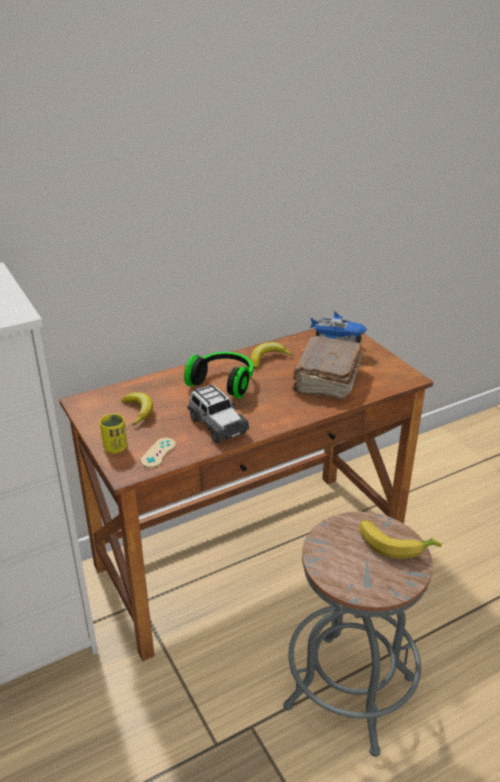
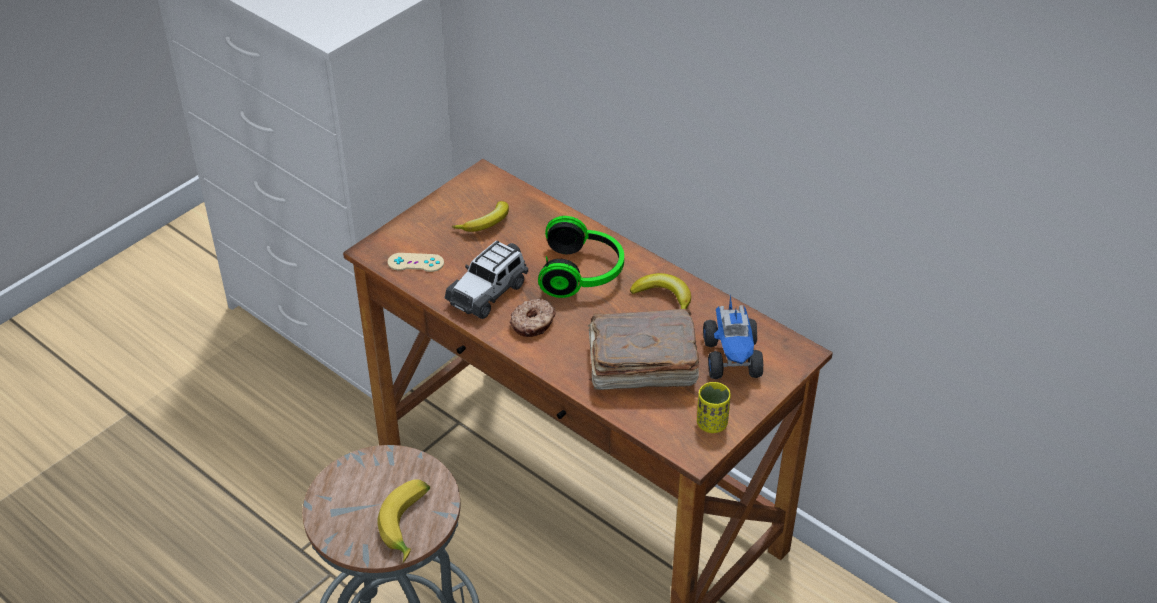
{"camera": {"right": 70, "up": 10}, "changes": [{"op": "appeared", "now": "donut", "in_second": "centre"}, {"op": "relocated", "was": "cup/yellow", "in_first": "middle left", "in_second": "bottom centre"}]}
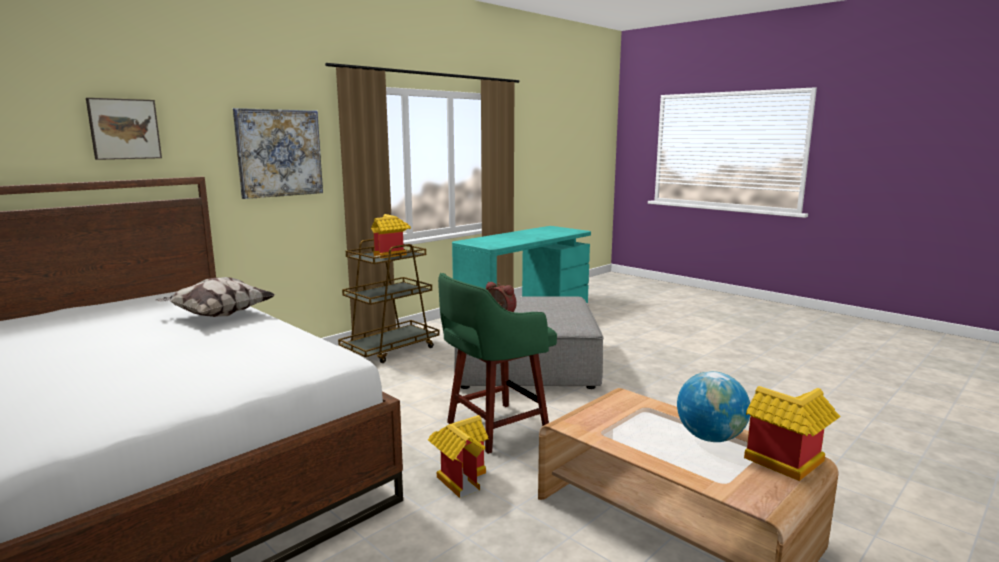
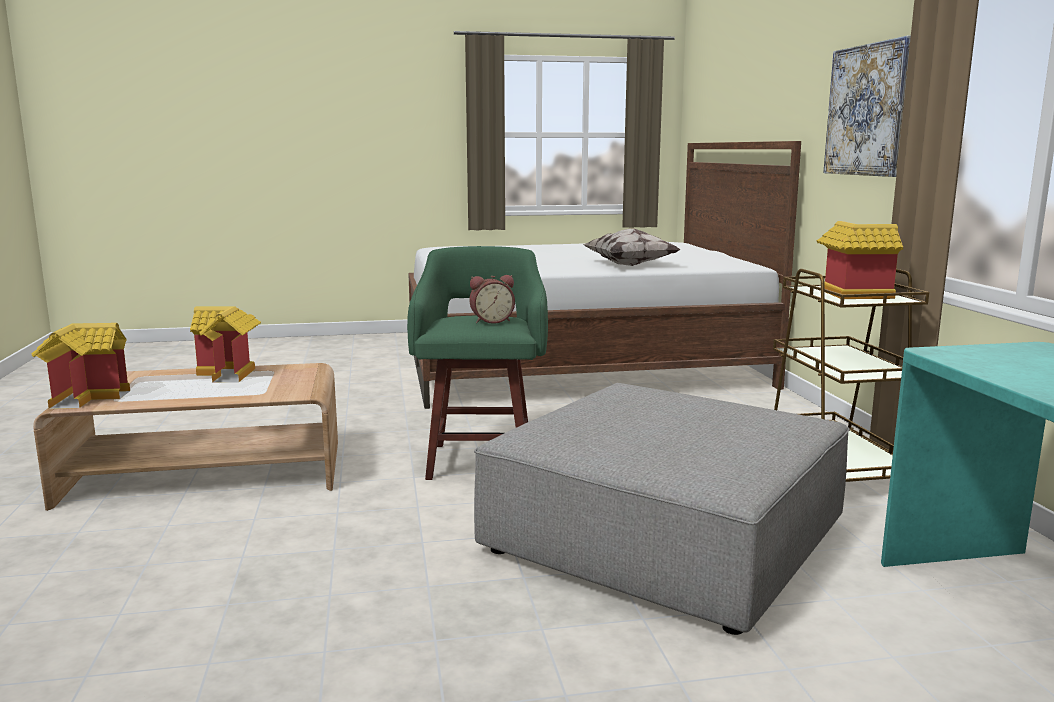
{"camera": {"right": 125, "up": 0}, "changes": [{"op": "missing", "was": "picture (no. 1 from left)", "in_first": "top left"}, {"op": "missing", "was": "globe", "in_first": "bottom right"}, {"op": "relocated", "was": "toy house (no. 2 from left)", "in_first": "bottom centre", "in_second": "middle left"}]}
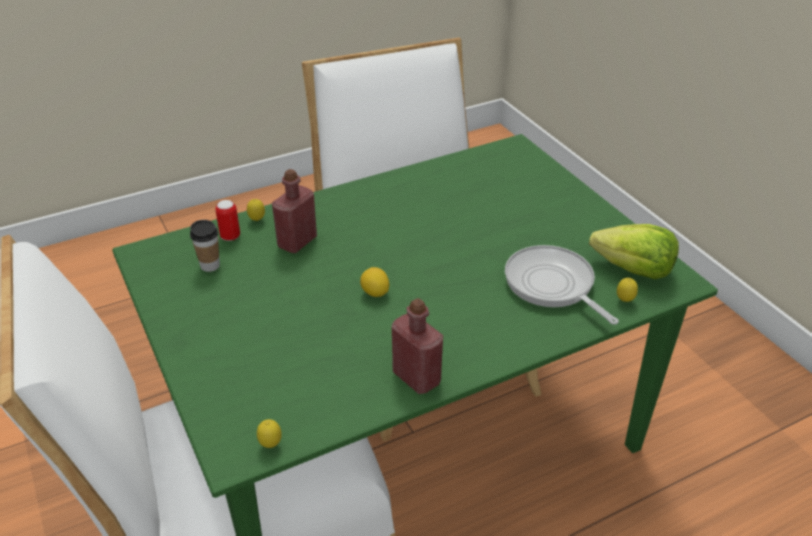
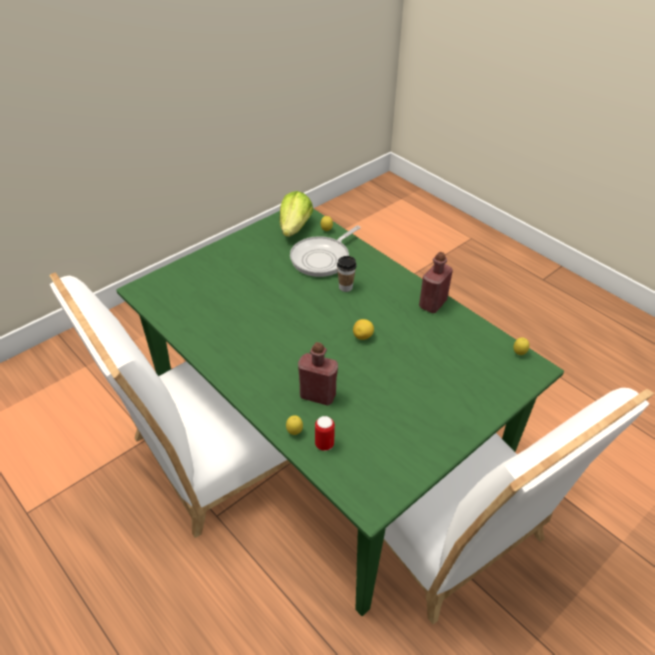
{"camera": {"right": -105, "up": 5}, "changes": [{"op": "relocated", "was": "cup", "in_first": "middle left", "in_second": "centre"}]}
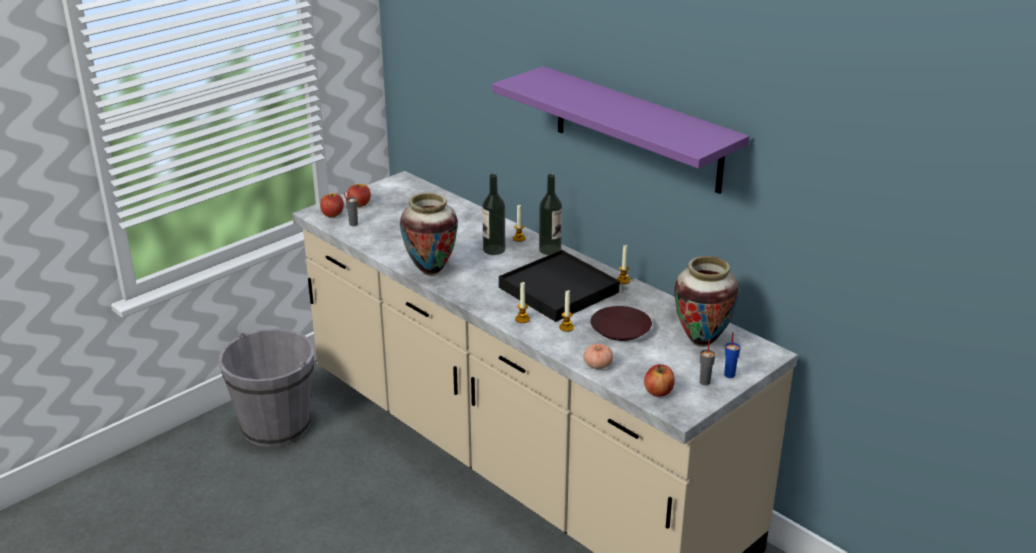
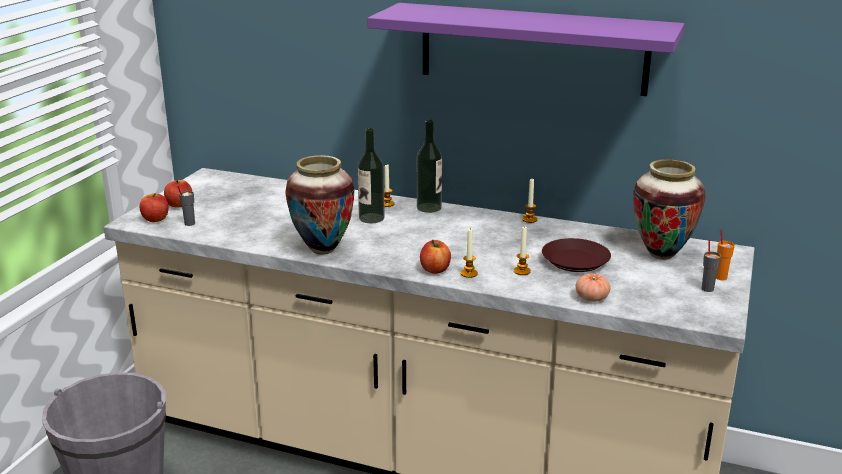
{"camera": {"right": -25, "up": -5}, "changes": [{"op": "missing", "was": "tray/black", "in_first": "centre"}, {"op": "relocated", "was": "apple (no. 3 from left)", "in_first": "bottom centre", "in_second": "centre"}, {"op": "colour", "was": "cup/blue", "now": "cup/orange", "in_first": "middle right", "in_second": "middle right"}]}
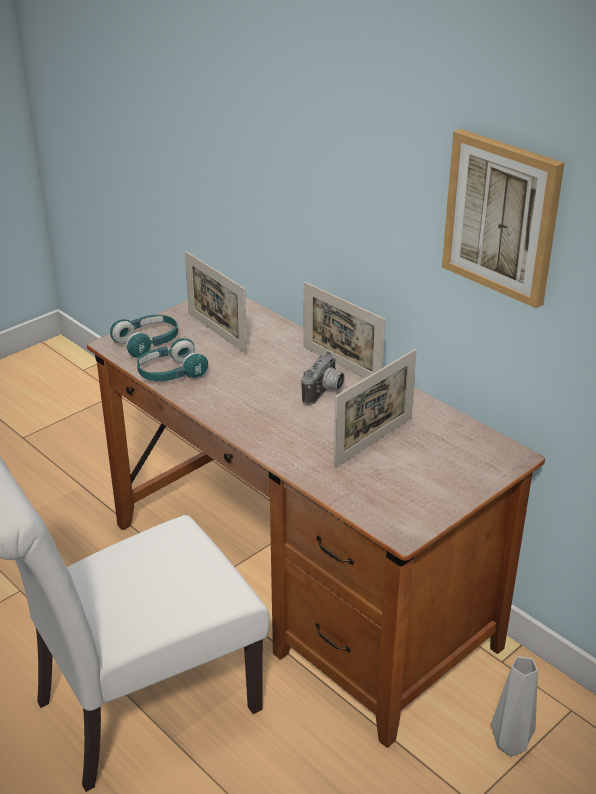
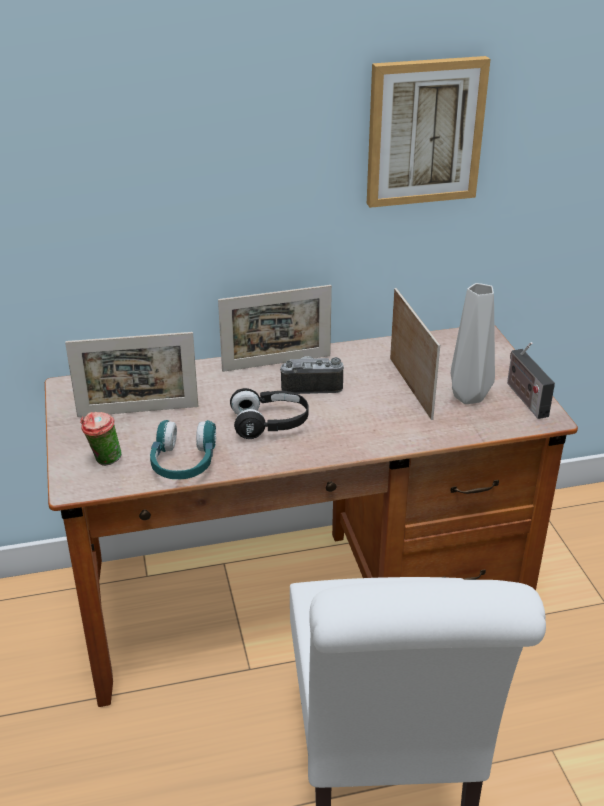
{"camera": {"right": -60, "up": 0}, "changes": [{"op": "appeared", "now": "headphones/black", "in_second": "centre"}, {"op": "appeared", "now": "radio", "in_second": "middle right"}, {"op": "relocated", "was": "vase/grey", "in_first": "bottom right", "in_second": "middle right"}, {"op": "exchanged", "was": "headphones/turquoise (no. 1 from left)", "now": "cup", "in_first": "middle left", "in_second": "middle left"}, {"op": "spun", "was": "photo camera", "in_first": "centre", "in_second": "centre", "clockwise": -60}]}
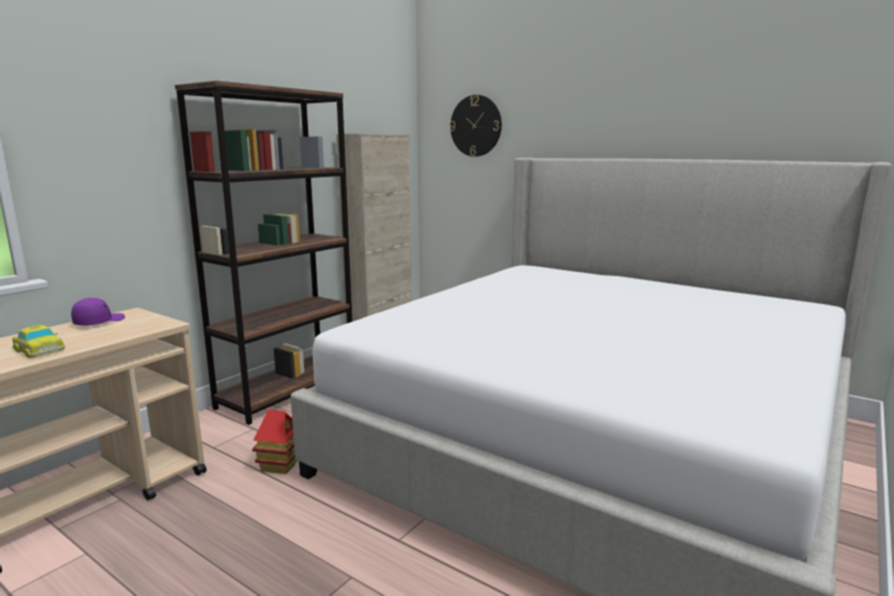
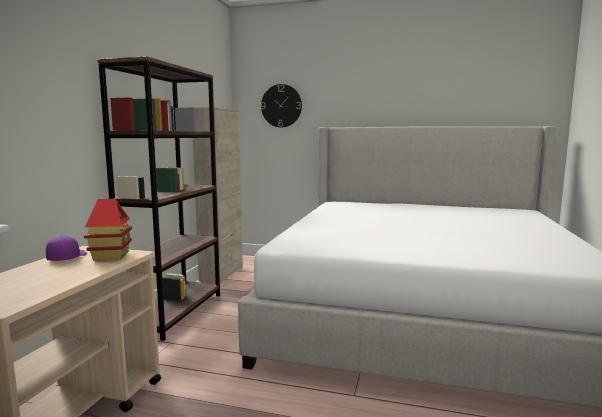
{"camera": {"right": -20, "up": -5}, "changes": [{"op": "missing", "was": "toy car", "in_first": "middle left"}, {"op": "relocated", "was": "toy house", "in_first": "bottom left", "in_second": "middle left"}]}
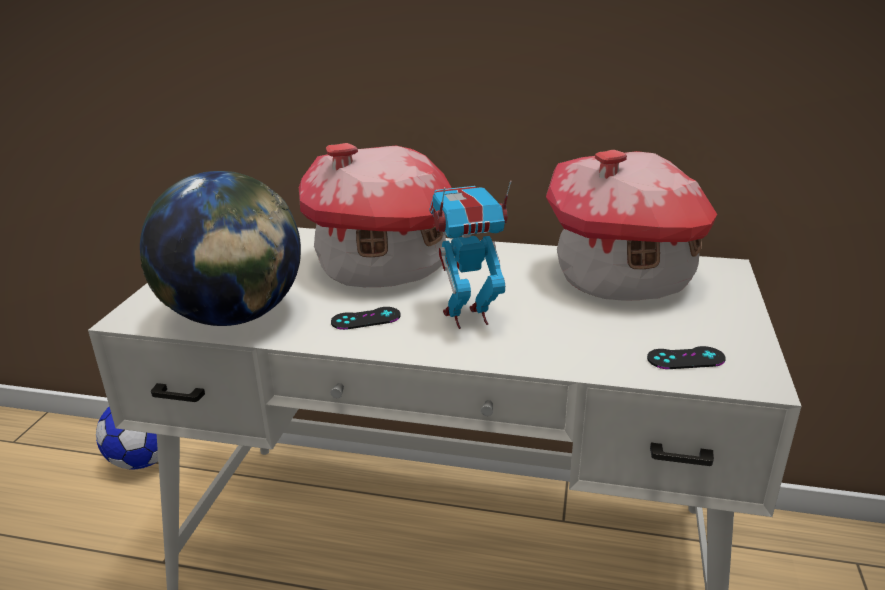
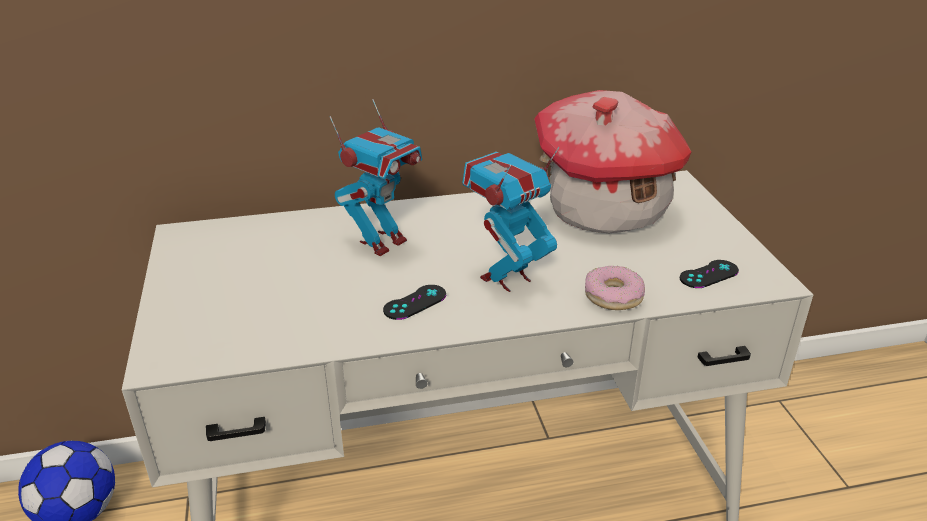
{"camera": {"right": -25, "up": 5}, "changes": [{"op": "missing", "was": "globe", "in_first": "middle left"}, {"op": "appeared", "now": "donut", "in_second": "centre"}, {"op": "exchanged", "was": "toy house (no. 1 from left)", "now": "toy robot (no. 1 from left)", "in_first": "centre", "in_second": "centre"}]}
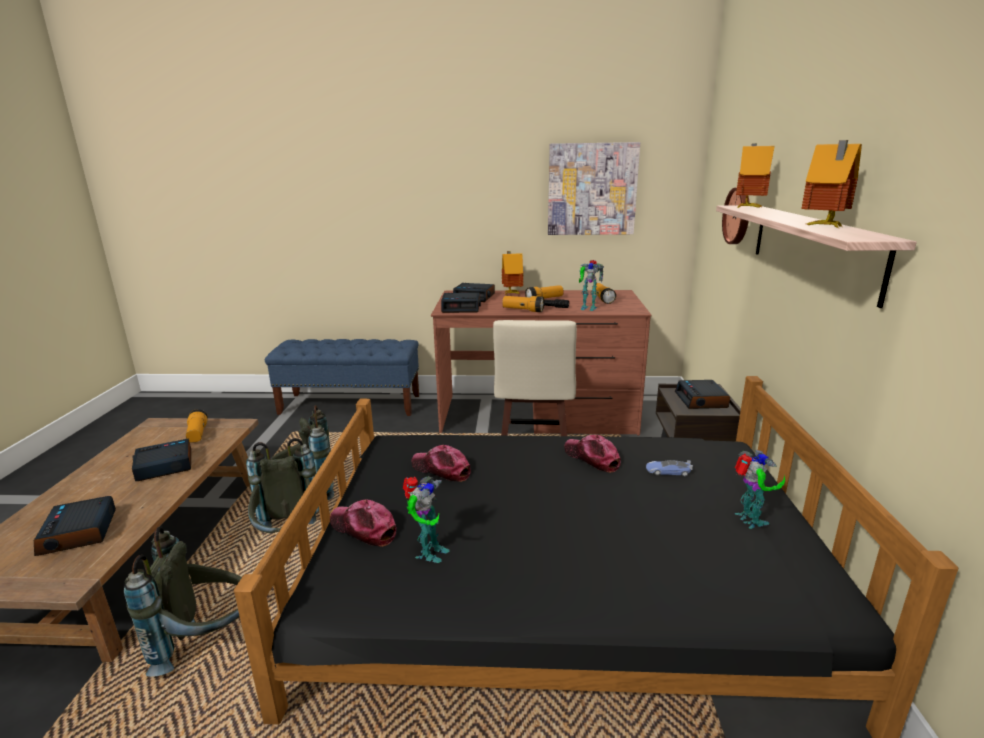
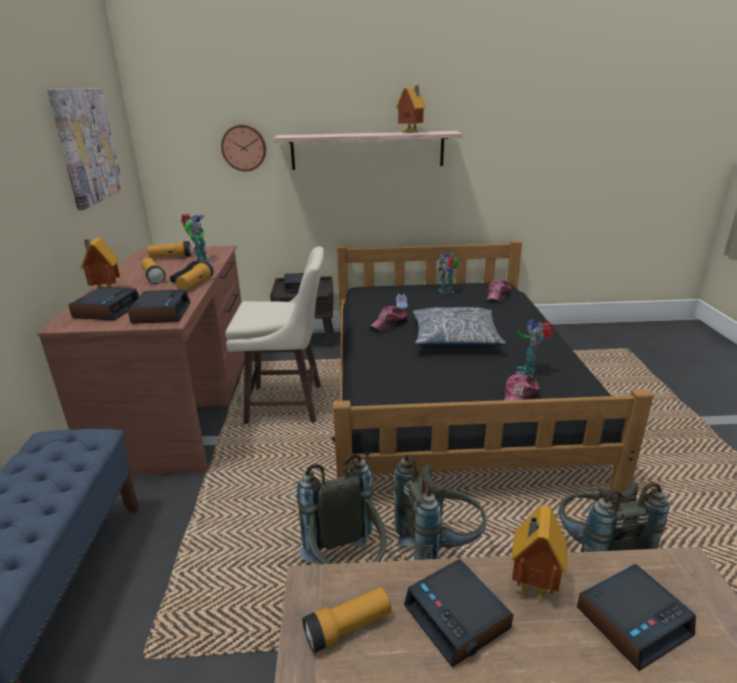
{"camera": {"right": -95, "up": 5}, "changes": [{"op": "appeared", "now": "pillow", "in_second": "centre"}, {"op": "relocated", "was": "cap (no. 2 from left)", "in_first": "centre", "in_second": "middle right"}, {"op": "relocated", "was": "toy house (no. 2 from left in the first image)", "now": "toy house (no. 3 from left)", "in_first": "top right", "in_second": "bottom right"}, {"op": "spun", "was": "toy robot (no. 1 from left in the first image)", "in_first": "bottom centre", "in_second": "middle right", "clockwise": -90}]}
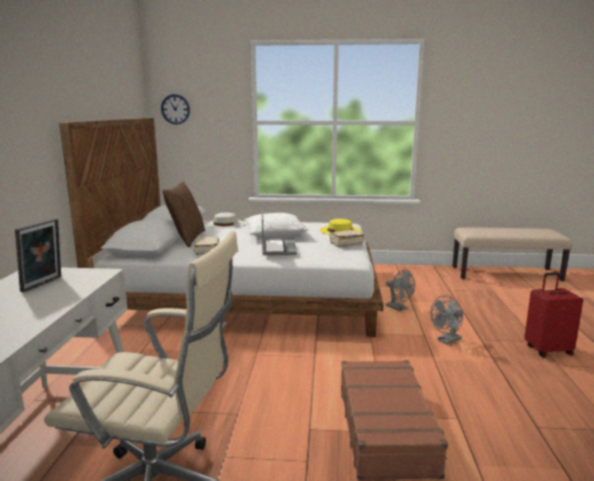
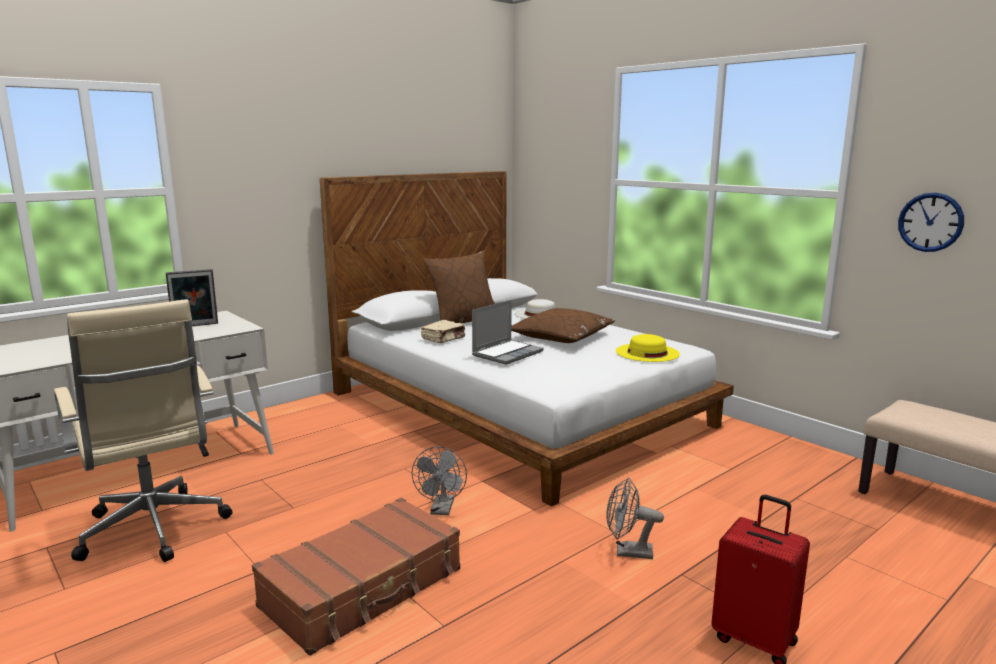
{"camera": {"right": 45, "up": 0}, "changes": [{"op": "missing", "was": "book/beige (no. 2 from left)", "in_first": "centre"}, {"op": "relocated", "was": "wall clock", "in_first": "top left", "in_second": "middle right"}, {"op": "relocated", "was": "fan/grey (no. 1 from left)", "in_first": "middle right", "in_second": "bottom centre"}, {"op": "colour", "was": "pillow/white", "now": "pillow/brown (no. 2 from left)", "in_first": "centre", "in_second": "centre"}]}
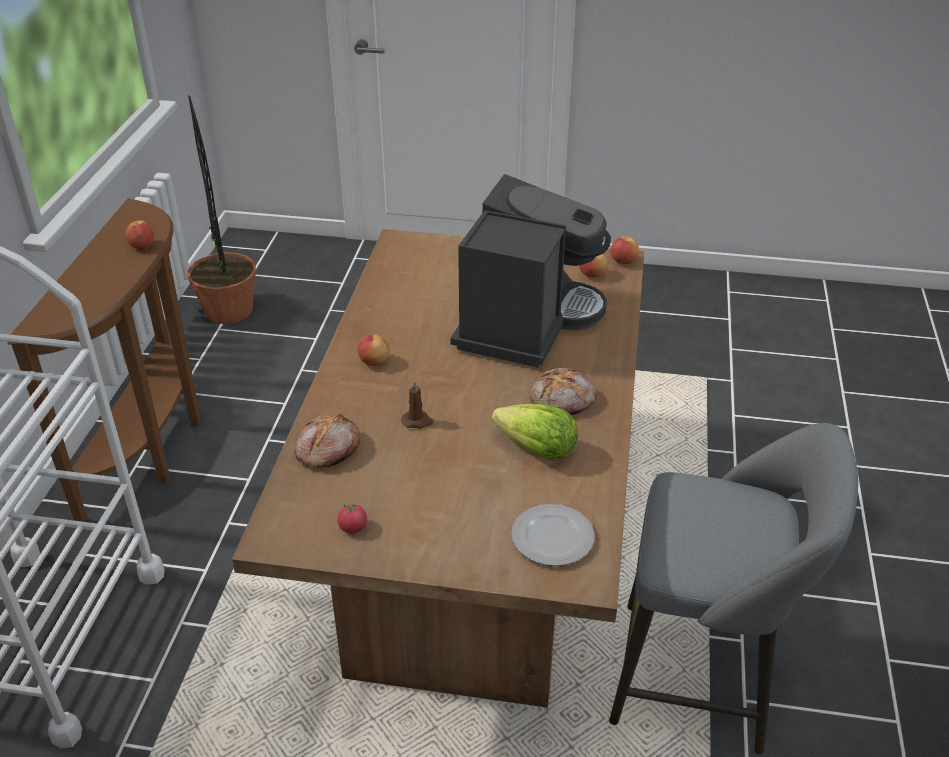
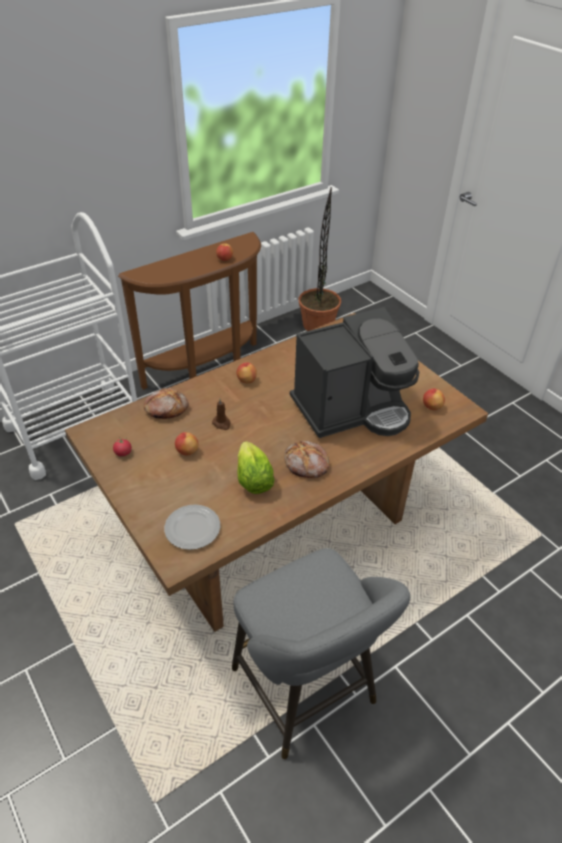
{"camera": {"right": 45, "up": 5}, "changes": [{"op": "relocated", "was": "apple (no. 4 from left in the first image)", "now": "apple (no. 1 from left)", "in_first": "top centre", "in_second": "middle left"}]}
